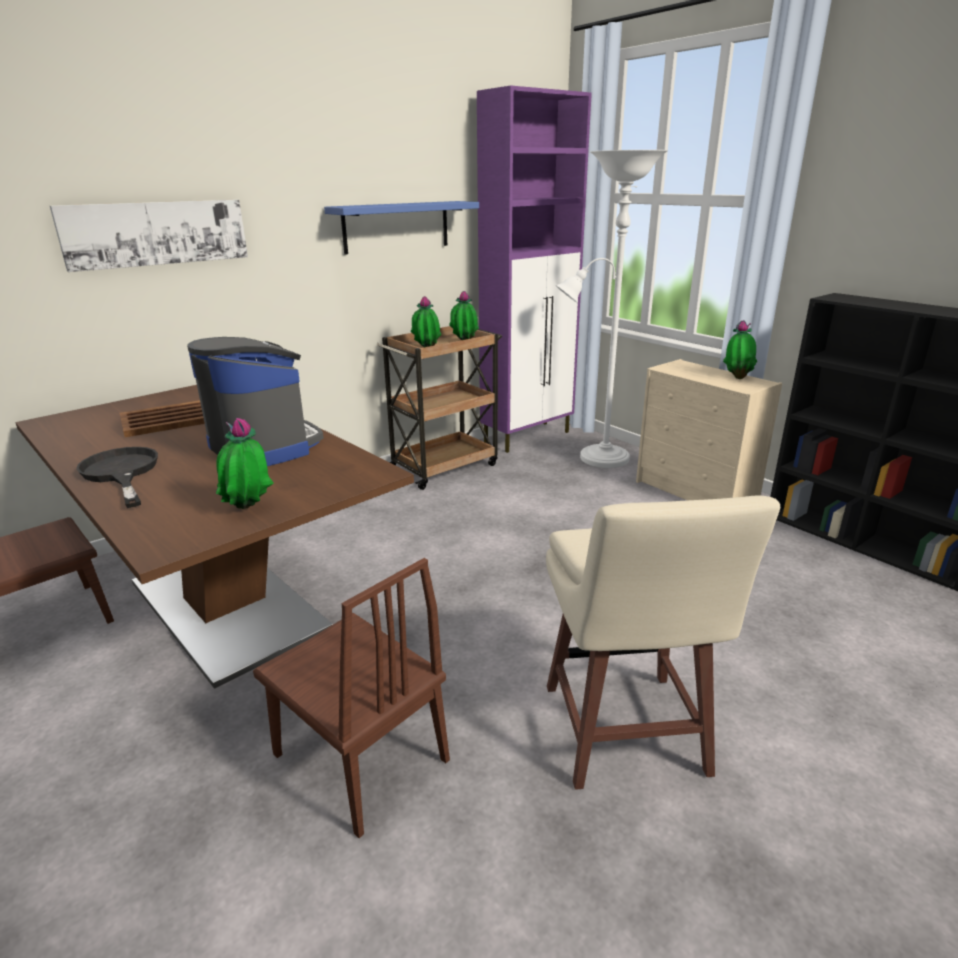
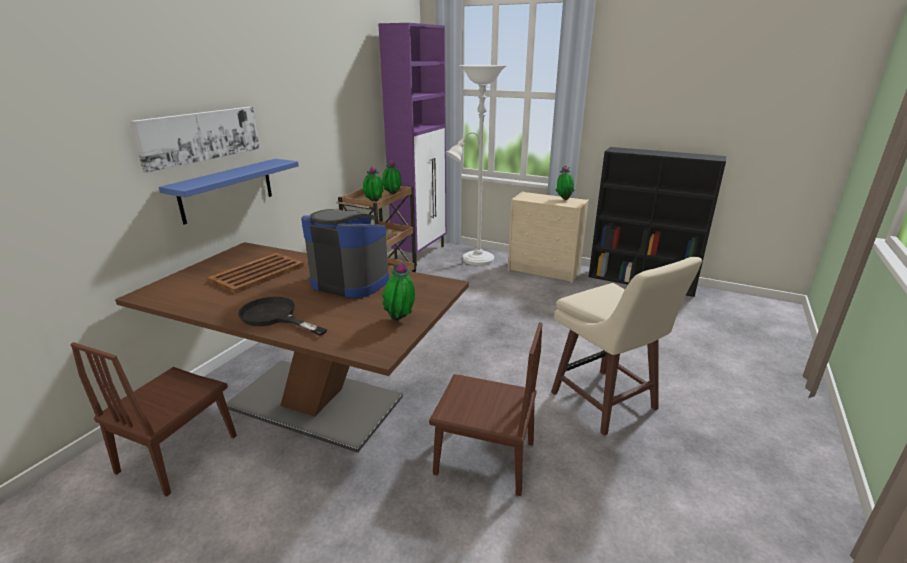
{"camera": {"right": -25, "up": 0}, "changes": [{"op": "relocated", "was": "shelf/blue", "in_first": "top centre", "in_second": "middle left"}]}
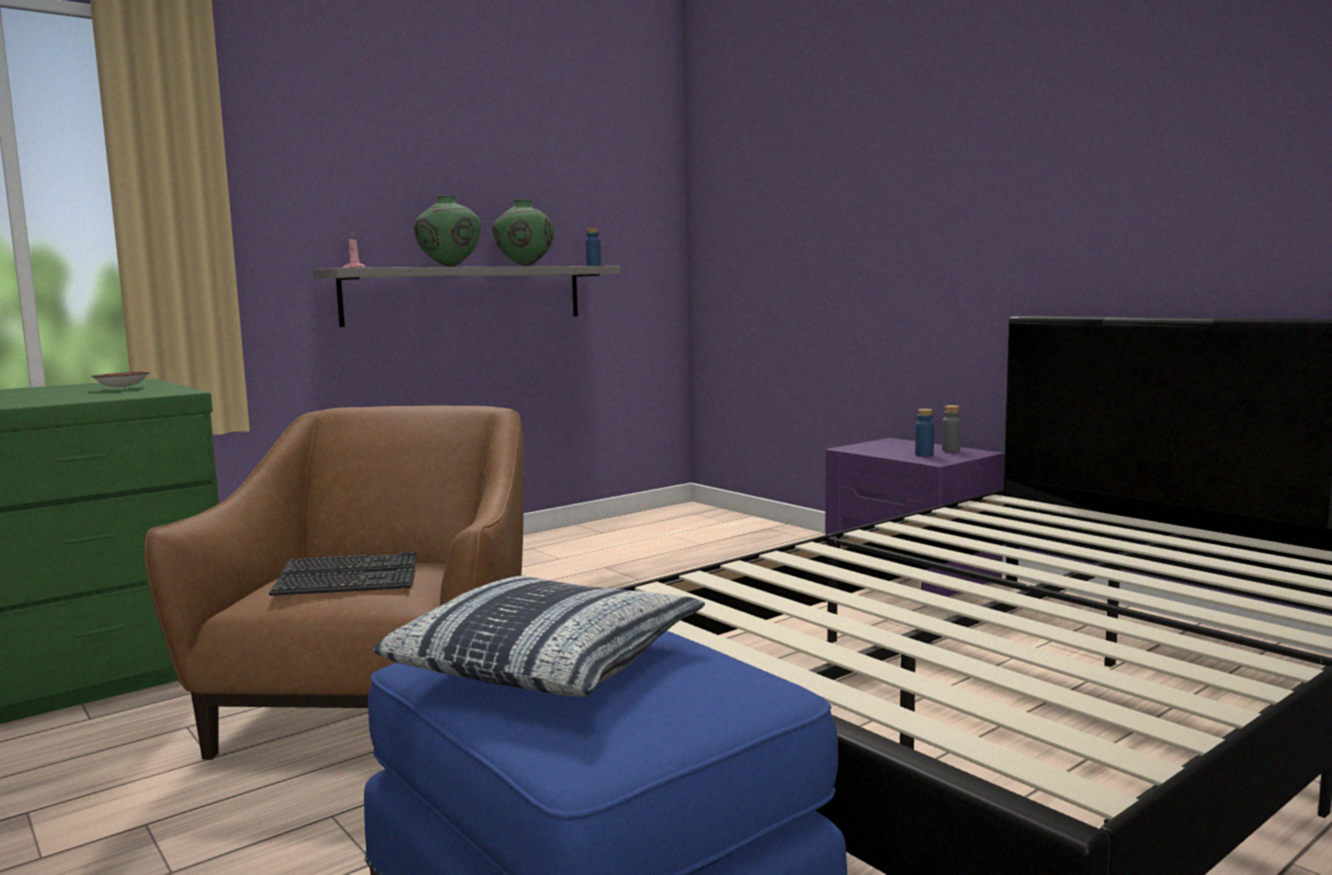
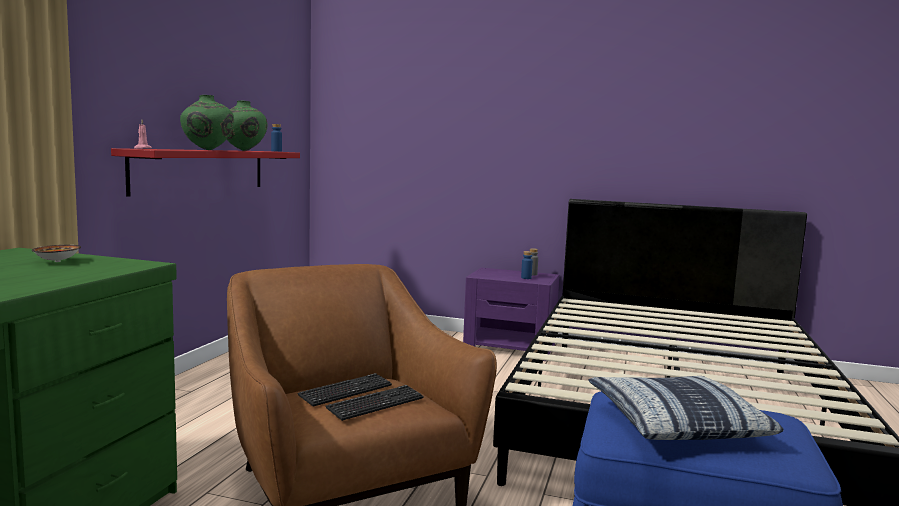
{"camera": {"right": -35, "up": 0}, "changes": [{"op": "colour", "was": "shelf/grey", "now": "shelf/red", "in_first": "centre", "in_second": "middle left"}]}
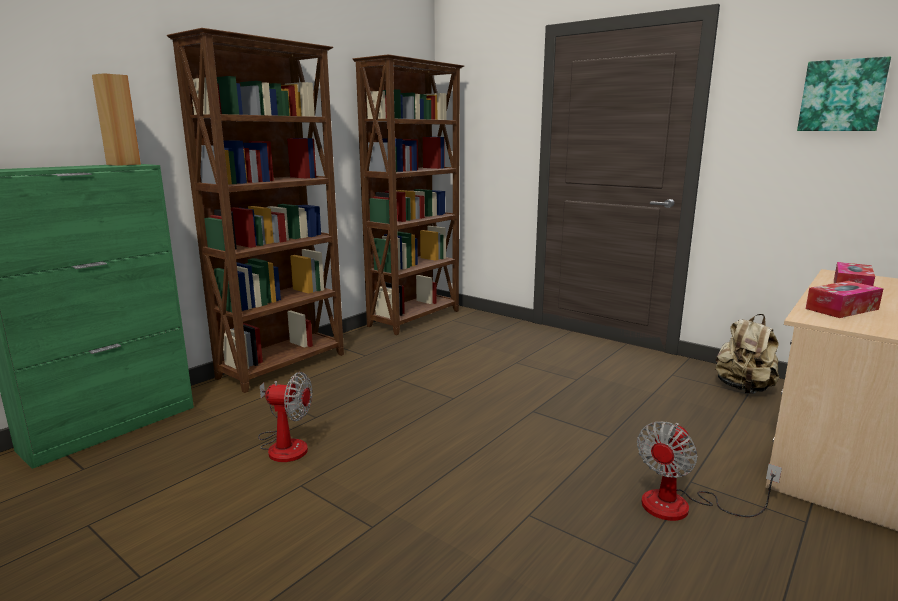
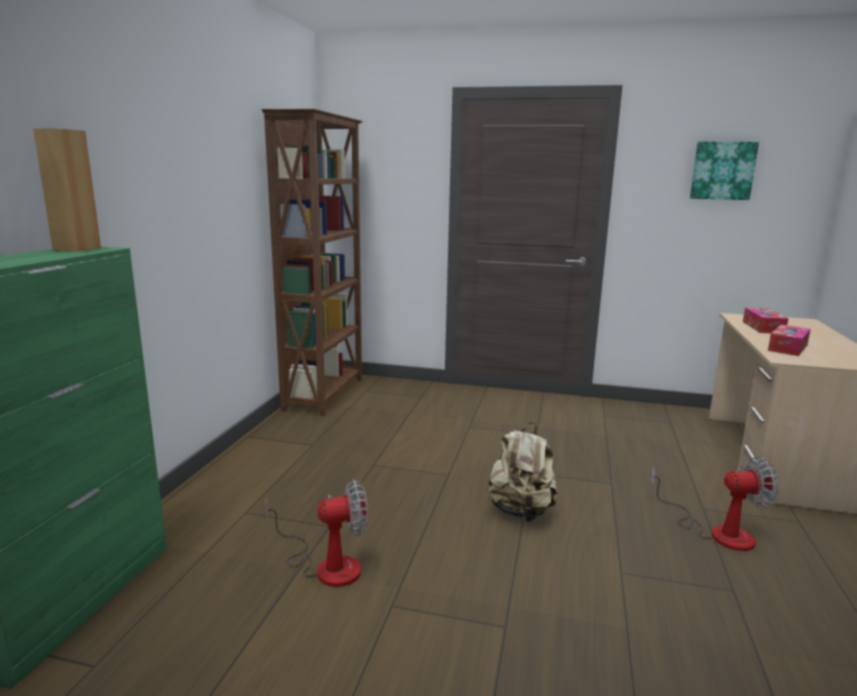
{"camera": {"right": -25, "up": 0}, "changes": [{"op": "missing", "was": "bookcase/brown (no. 1 from left)", "in_first": "middle left"}, {"op": "relocated", "was": "backpack/beige", "in_first": "middle right", "in_second": "bottom centre"}, {"op": "spun", "was": "fan (no. 2 from left)", "in_first": "bottom right", "in_second": "bottom right", "clockwise": -105}]}
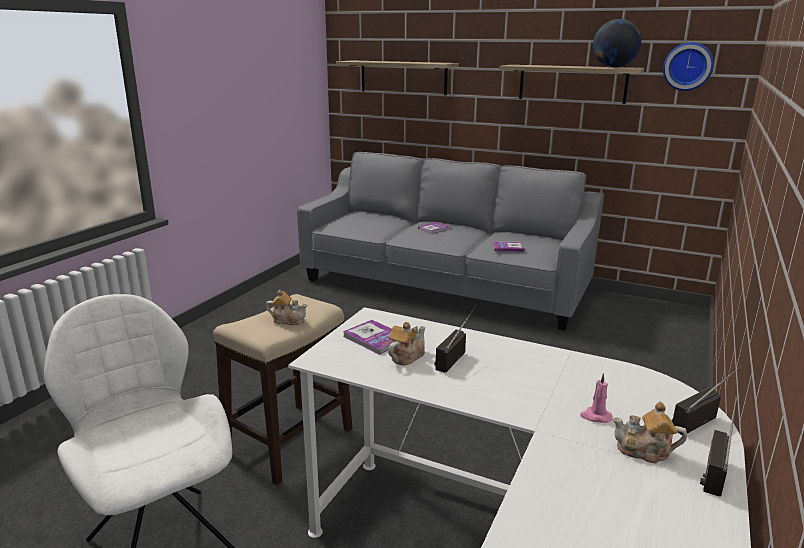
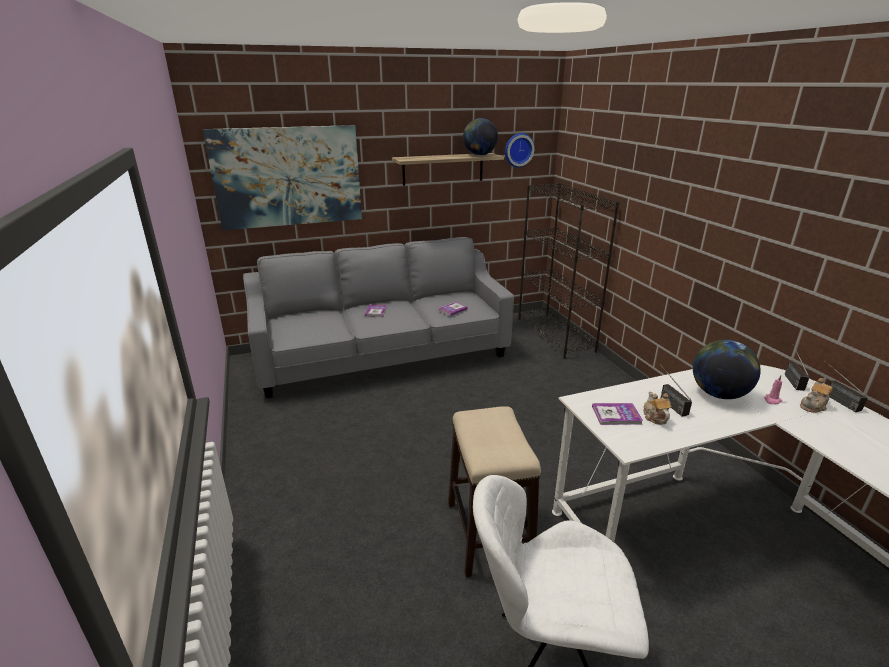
{"camera": {"right": -45, "up": 5}, "changes": [{"op": "missing", "was": "teapot (no. 1 from left)", "in_first": "centre"}, {"op": "appeared", "now": "bookcase/black", "in_second": "centre"}, {"op": "appeared", "now": "globe (no. 2 from left)", "in_second": "middle right"}, {"op": "exchanged", "was": "shelf (no. 1 from left)", "now": "picture", "in_first": "top centre", "in_second": "top left"}]}
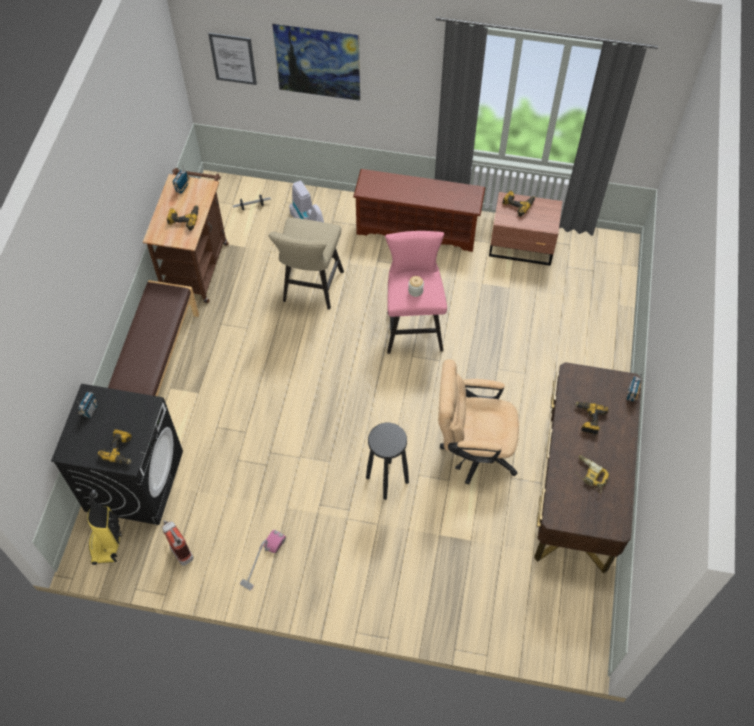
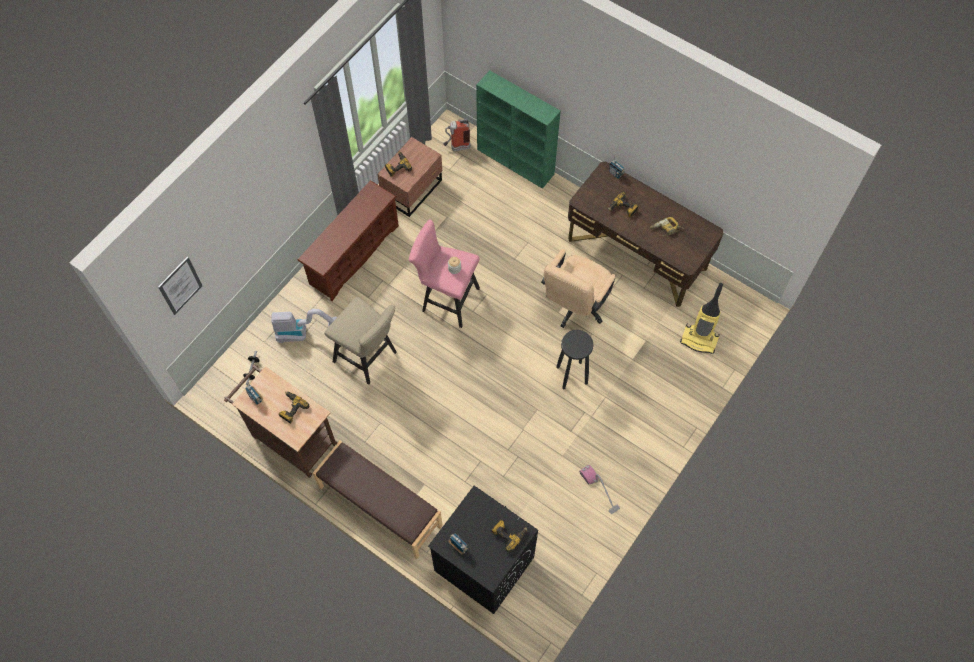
{"camera": {"right": -65, "up": 5}, "changes": [{"op": "missing", "was": "picture (no. 2 from left)", "in_first": "top centre"}, {"op": "appeared", "now": "bookcase/green", "in_second": "top centre"}, {"op": "relocated", "was": "vacuum cleaner (no. 1 from left in the first image)", "now": "vacuum cleaner (no. 3 from left)", "in_first": "bottom left", "in_second": "middle right"}, {"op": "relocated", "was": "fire extinguisher", "in_first": "bottom left", "in_second": "top centre"}]}
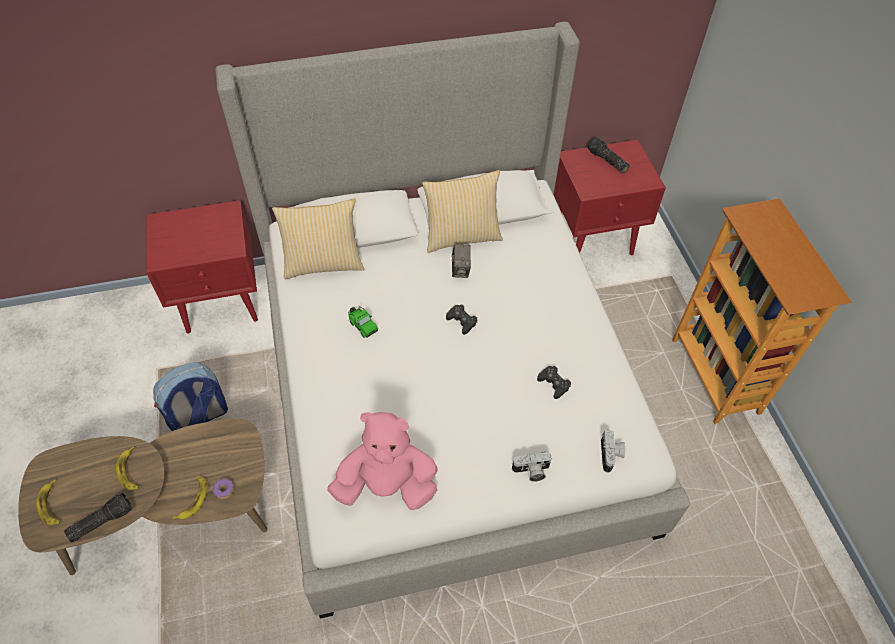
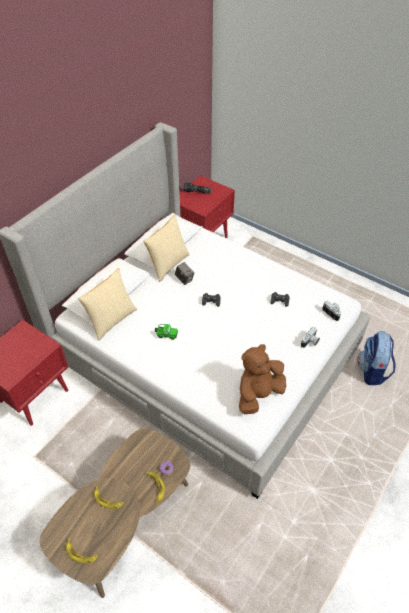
{"camera": {"right": -40, "up": -5}, "changes": [{"op": "missing", "was": "flashlight (no. 1 from left)", "in_first": "bottom left"}, {"op": "missing", "was": "bookcase", "in_first": "middle right"}, {"op": "relocated", "was": "backpack", "in_first": "middle left", "in_second": "middle right"}, {"op": "colour", "was": "plush toy/pink", "now": "plush toy/brown", "in_first": "bottom centre", "in_second": "centre"}]}
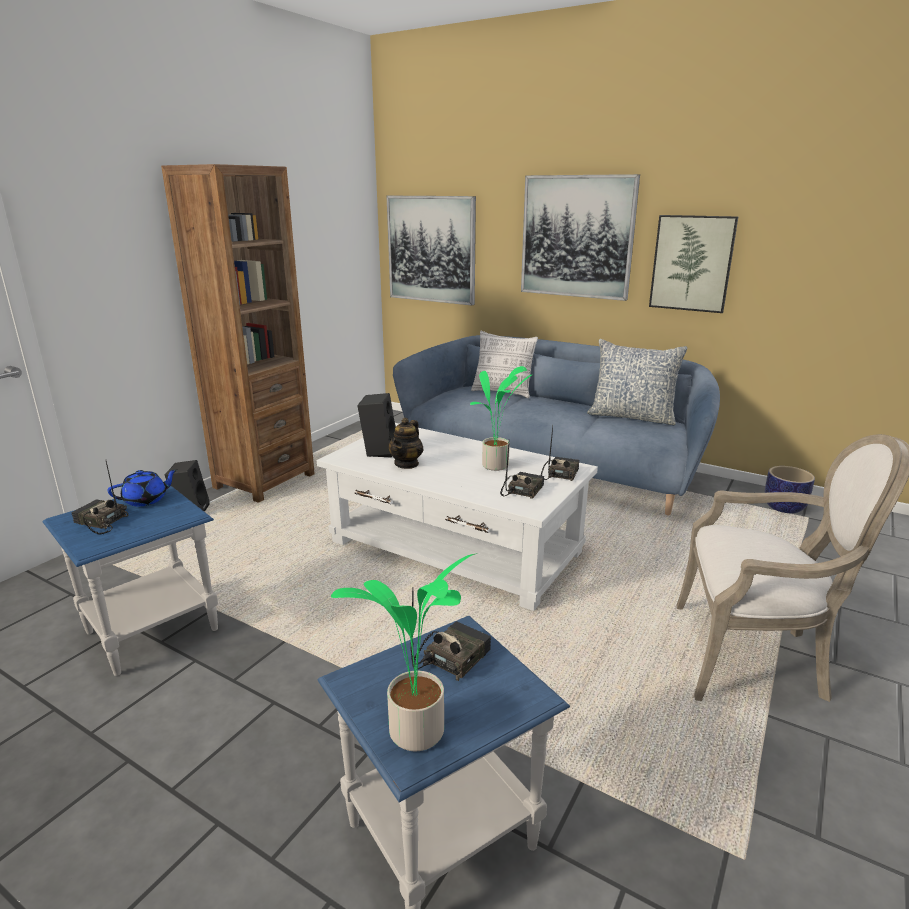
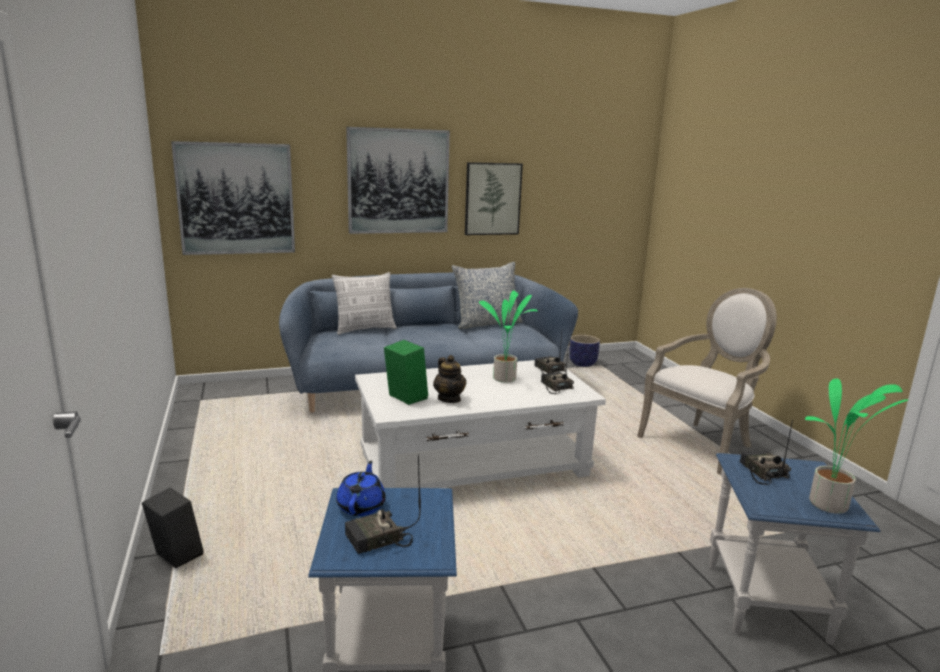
{"camera": {"right": -50, "up": -5}, "changes": [{"op": "missing", "was": "bookcase/brown", "in_first": "middle left"}, {"op": "colour", "was": "speaker/black (no. 2 from left)", "now": "speaker/green", "in_first": "centre", "in_second": "centre"}]}
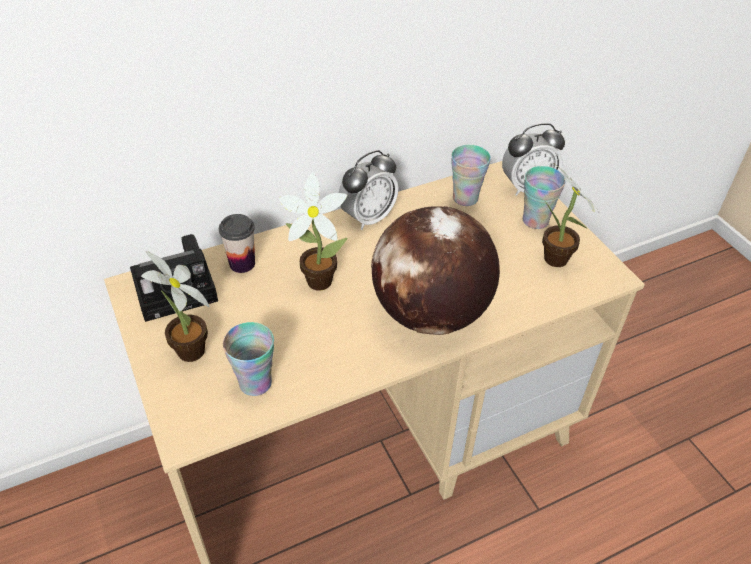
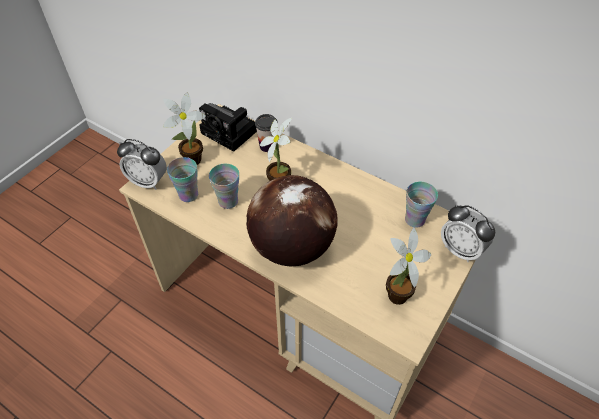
{"camera": {"right": 60, "up": 5}, "changes": [{"op": "relocated", "was": "alarm clock (no. 1 from left)", "in_first": "centre", "in_second": "middle left"}, {"op": "relocated", "was": "cup (no. 4 from left in the first image)", "now": "cup (no. 2 from left)", "in_first": "middle right", "in_second": "centre"}]}
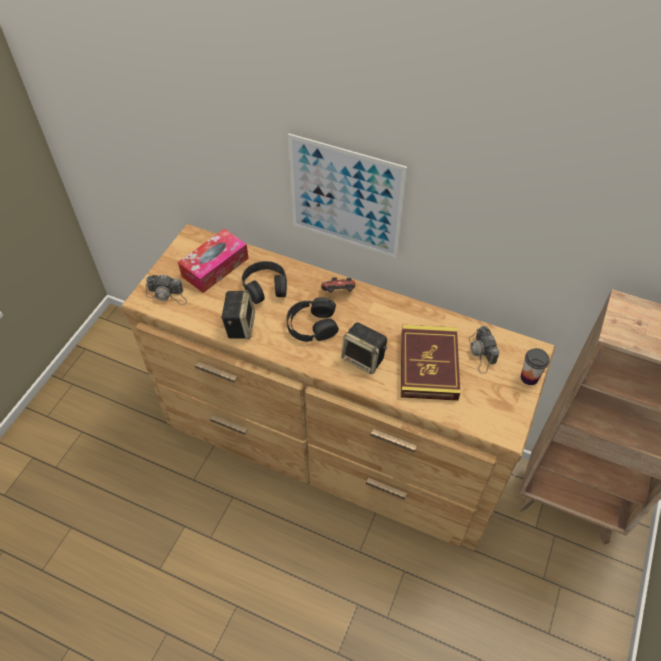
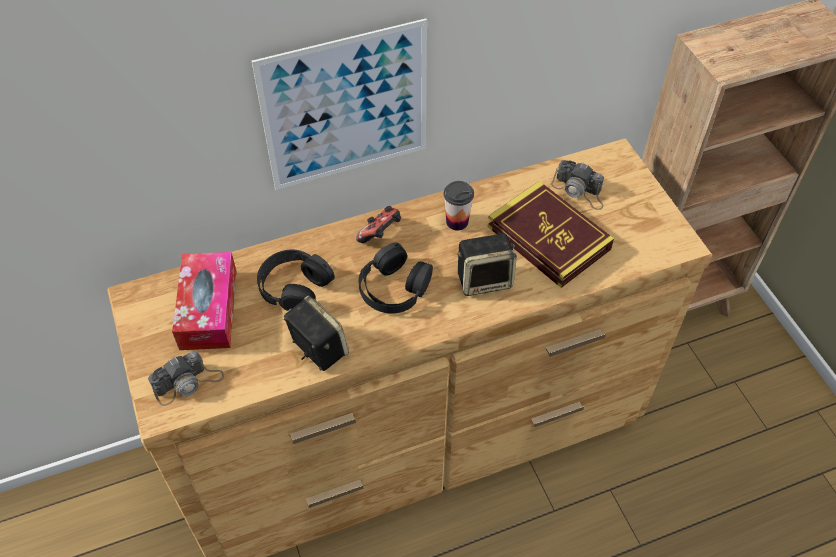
{"camera": {"right": -45, "up": 0}, "changes": [{"op": "relocated", "was": "cup", "in_first": "middle right", "in_second": "centre"}]}
